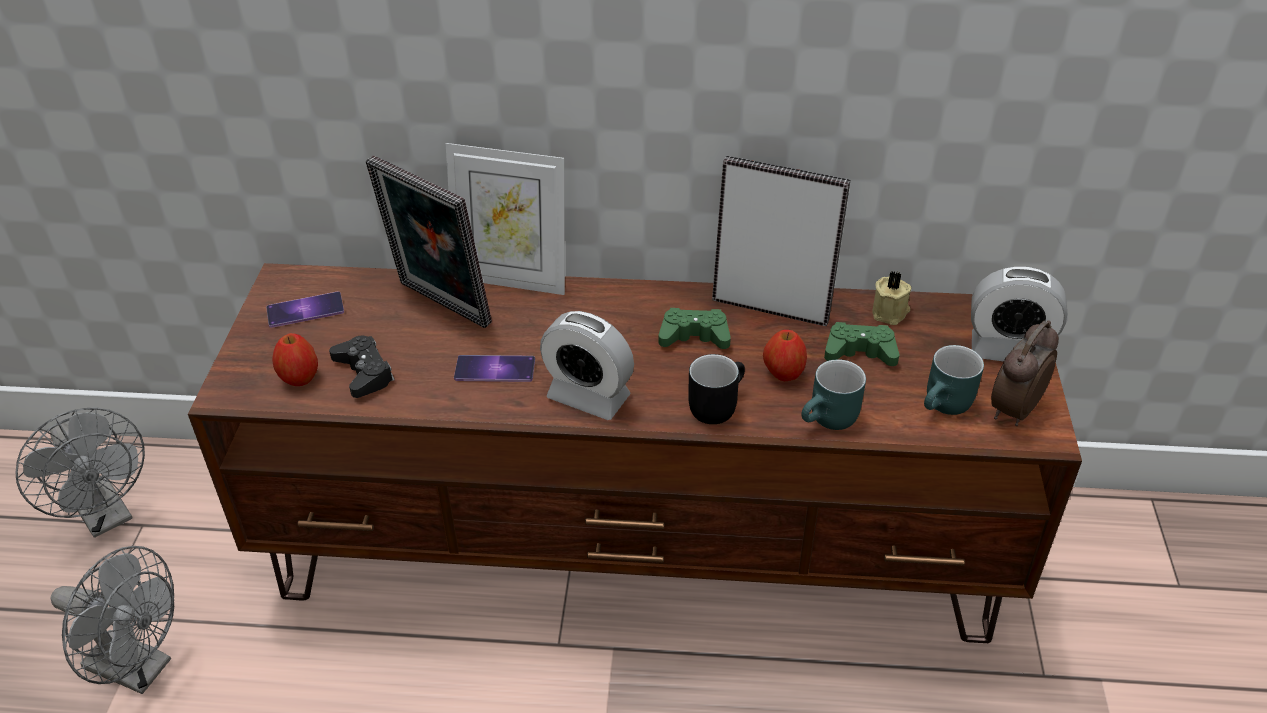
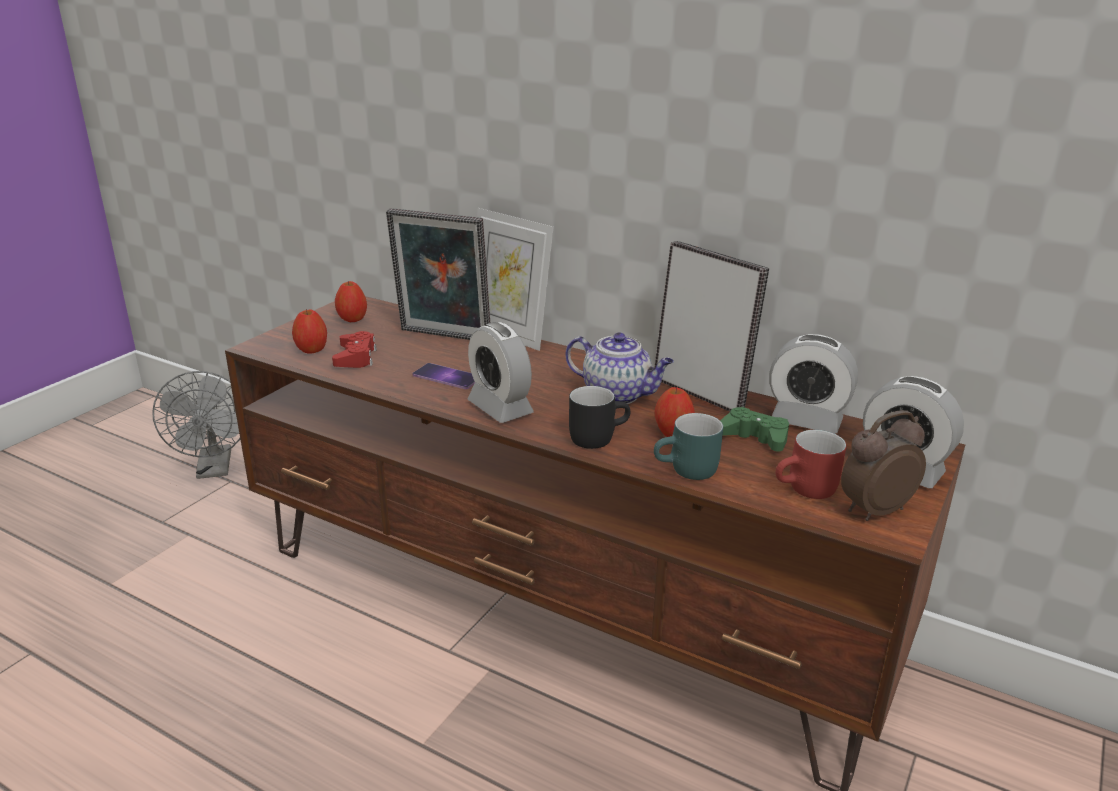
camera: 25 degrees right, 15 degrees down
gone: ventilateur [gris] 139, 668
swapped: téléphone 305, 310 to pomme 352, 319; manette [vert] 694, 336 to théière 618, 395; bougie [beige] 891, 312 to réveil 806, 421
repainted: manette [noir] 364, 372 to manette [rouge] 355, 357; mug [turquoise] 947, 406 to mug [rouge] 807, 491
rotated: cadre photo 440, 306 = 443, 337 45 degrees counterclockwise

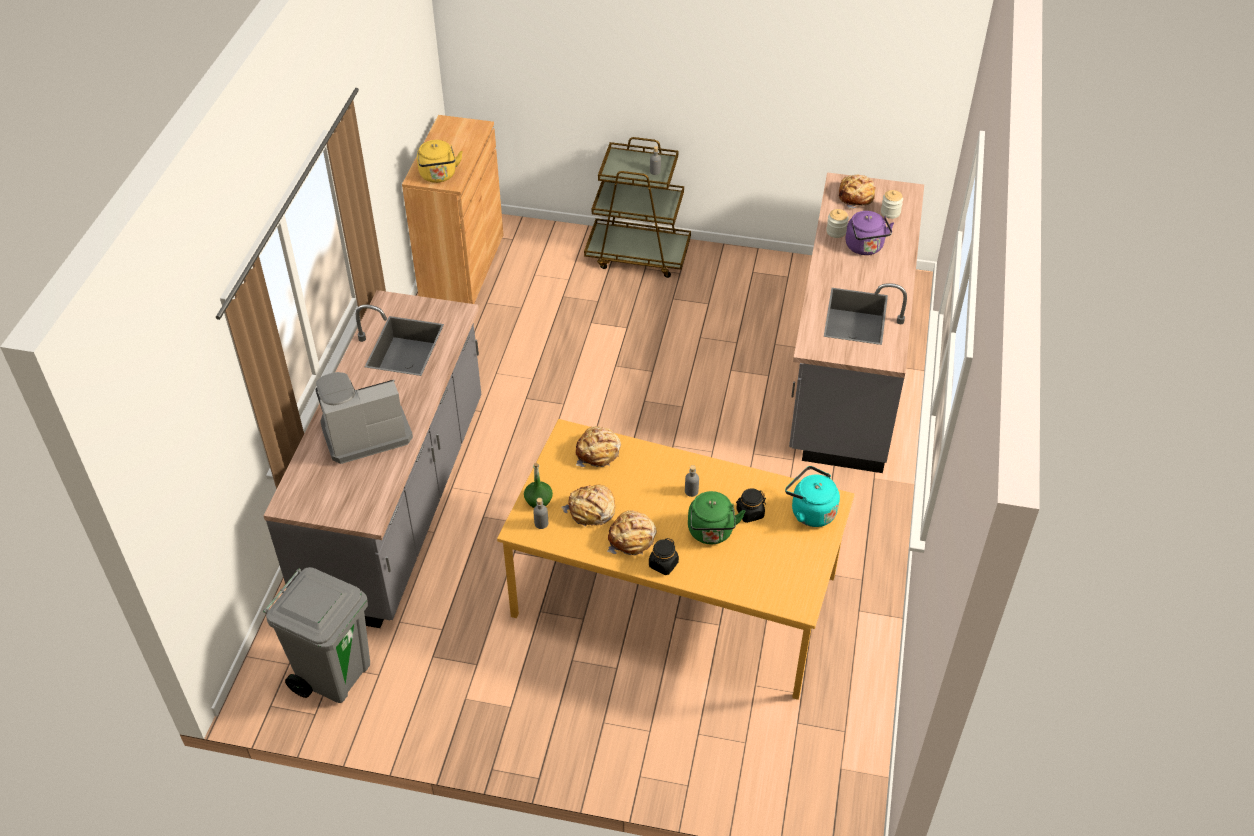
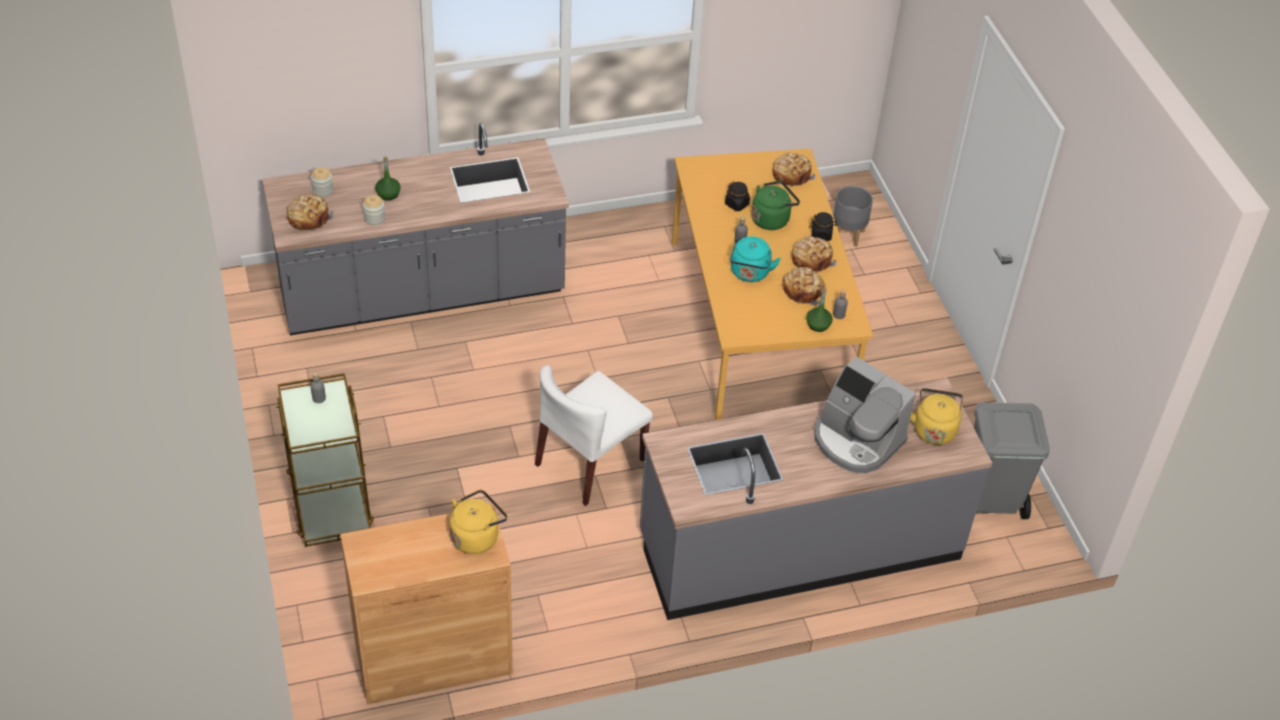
camera: 120 degrees left, 0 degrees up
new: chaise [blanc] 590, 463; cache-pot [gris] 848, 235; bouilloire [jaune] 934, 429
shifted: bouilloire [turquoise] 810, 512 to 749, 274; pain 598, 452 to 791, 174
swapped: bouilloire [violet] 865, 248 to bouteille [vert] 388, 194

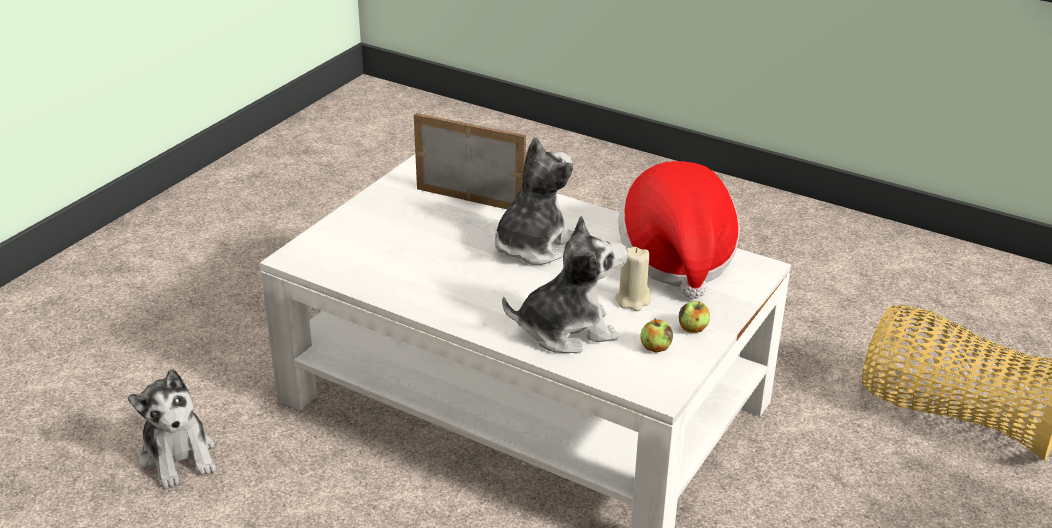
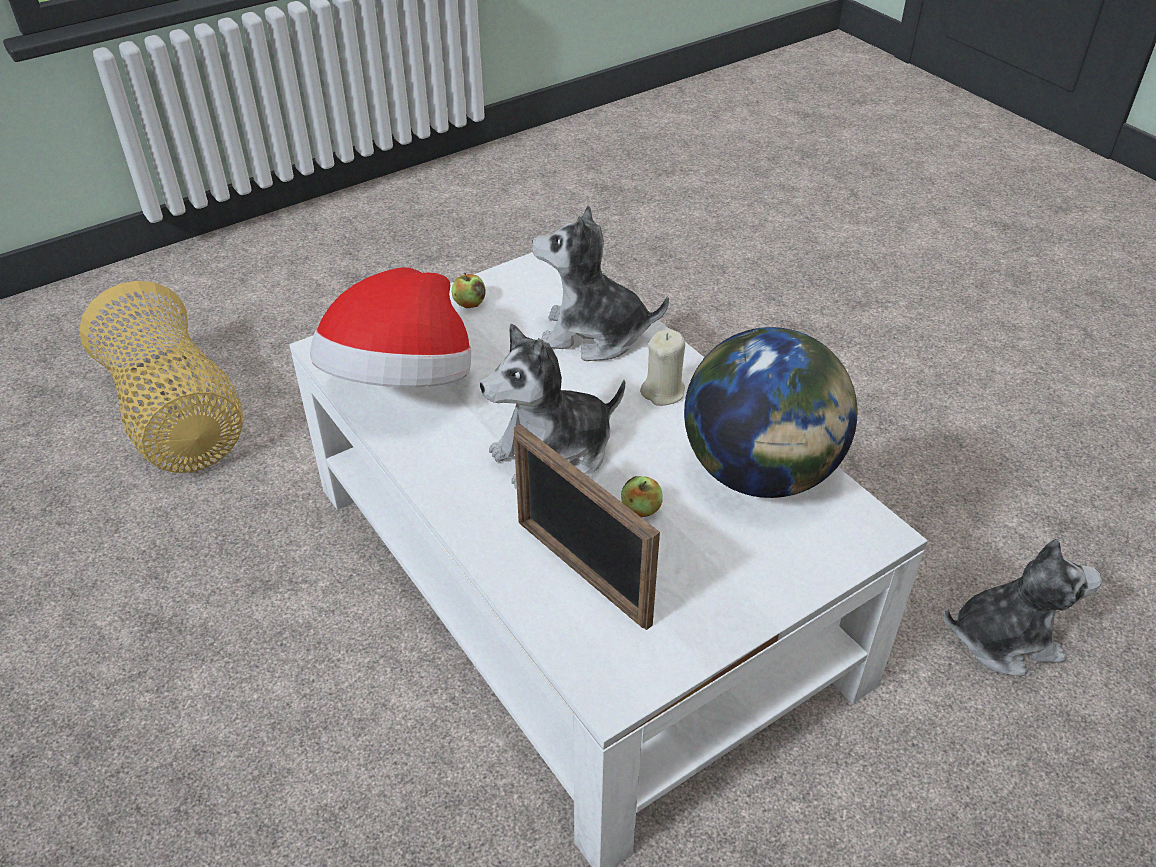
camera: 155 degrees left, 10 degrees up
new: globe 760, 473
shifted: pomme 655, 347 to 641, 509; bougie [beige] 633, 300 to 663, 392
rotated: peluche 179, 456 = 1004, 639 90 degrees clockwise

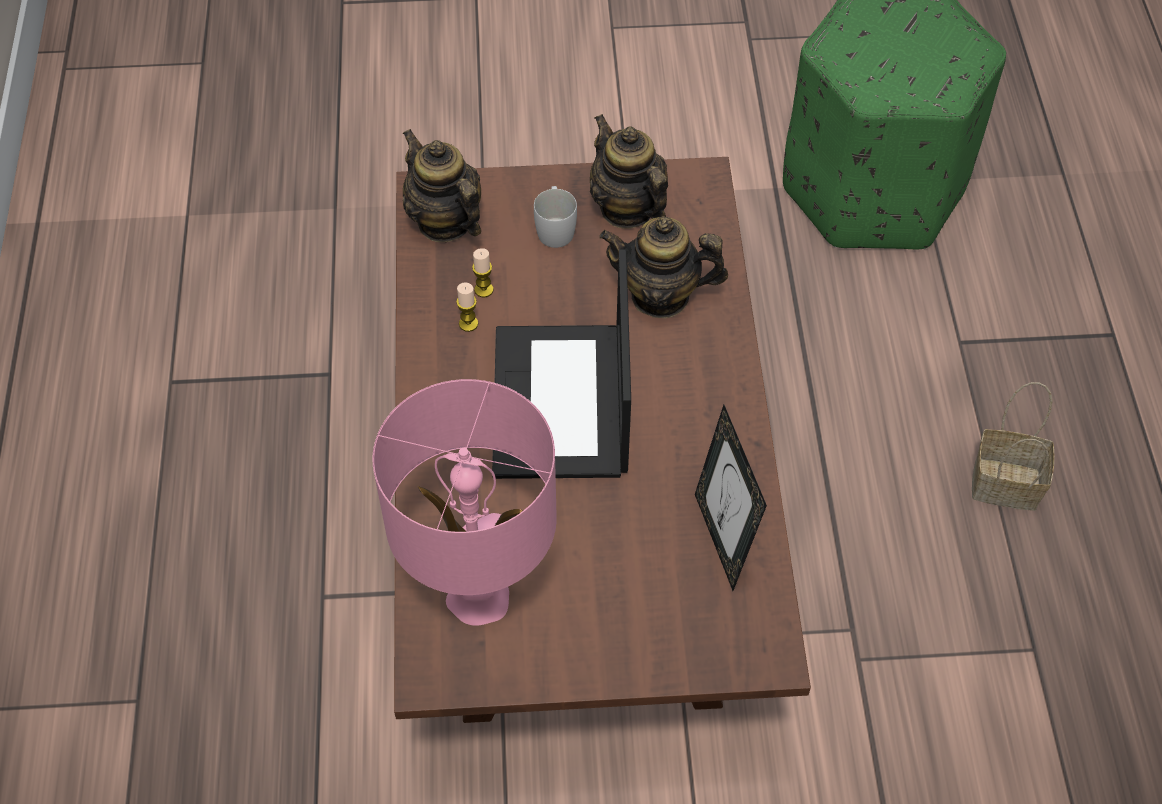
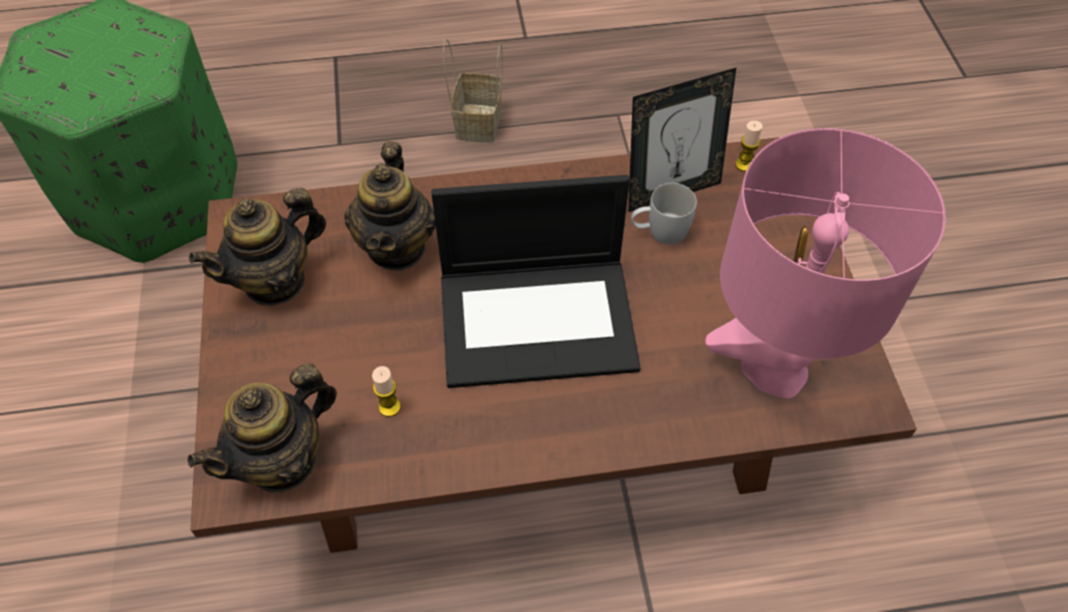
camera: 95 degrees left, 0 degrees up
shifted: mug [blanc] 555, 228 to 659, 231; bougie 468, 324 to 744, 164

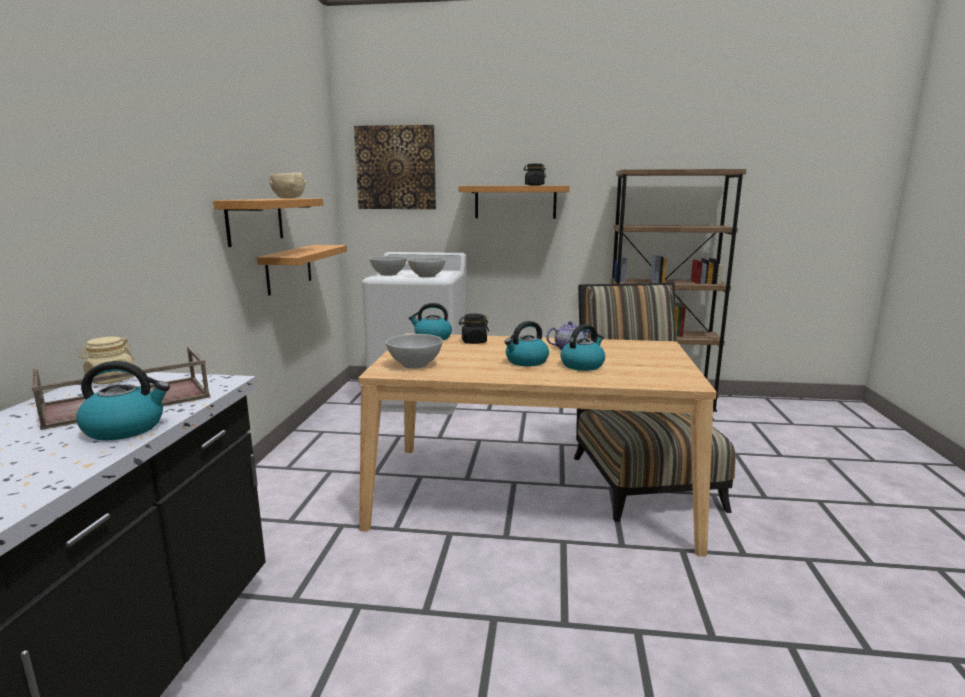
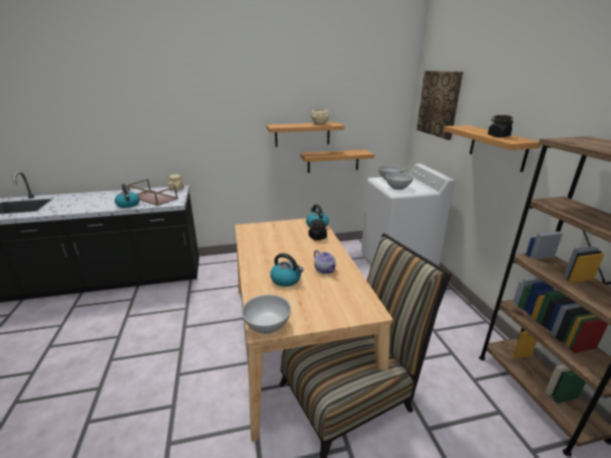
camera: 70 degrees right, 10 degrees up
gone: bouilloire 526, 361
shifted: bol [blanc] 415, 364 to 267, 326

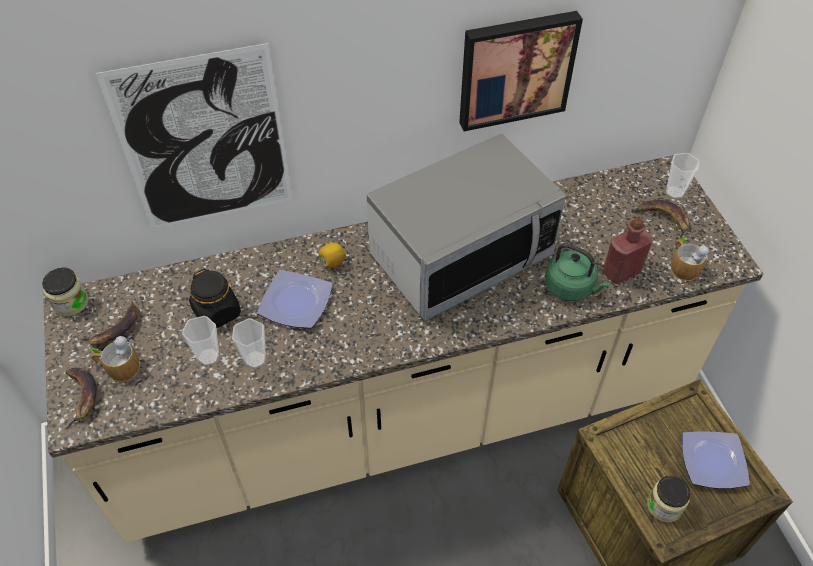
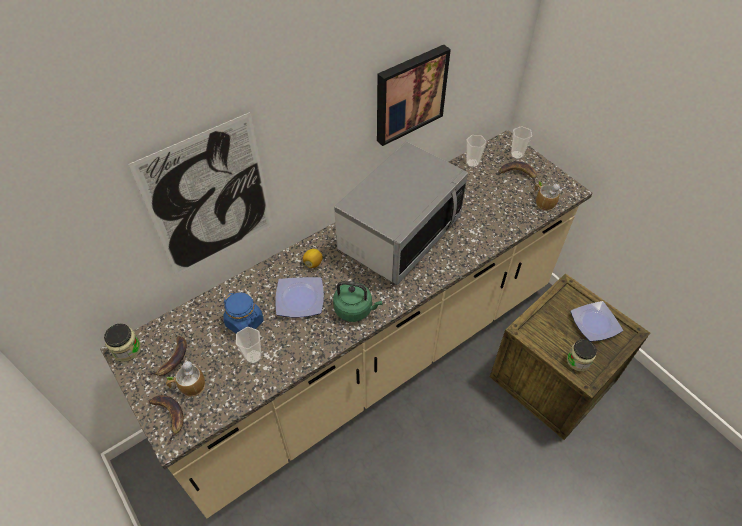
camera: 20 degrees left, 0 degrees up
gone: bouteille [rouge] 621, 272
shifted: bouilloire [vert] 571, 287 to 355, 309; tasse 255, 360 to 472, 163
repainted: bocal [noir] 217, 312 to bocal [bleu] 245, 323

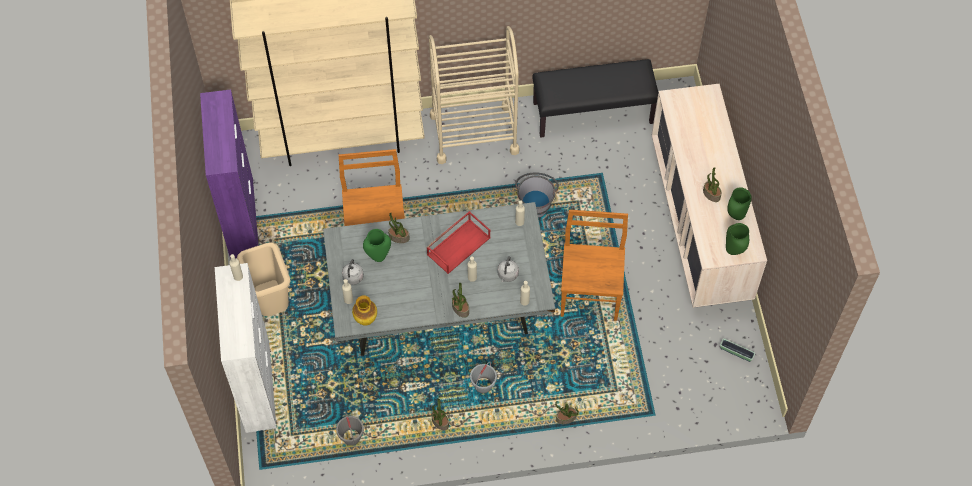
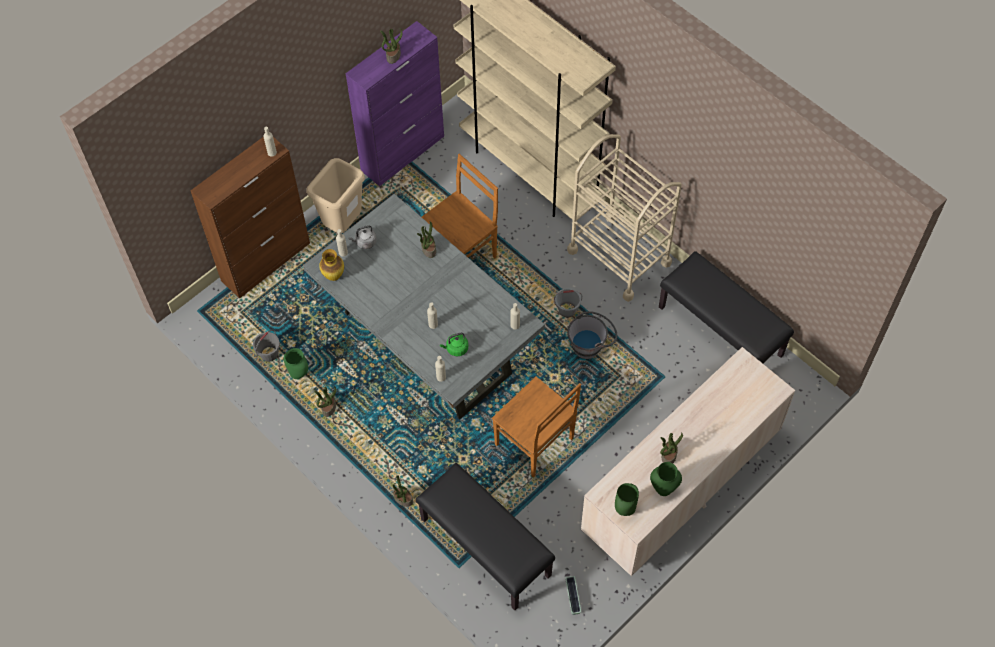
camera: 55 degrees right, 0 degrees up
gone: plateau [rouge] 458, 245
new: banc [noir] 484, 547
shifted: vase [vert] 378, 257 to 298, 374; plante en pot 460, 309 to 393, 55; seau [gris] 483, 385 to 567, 310
repainted: meuble de rangement [blanc] 257, 385 to meuble de rangement [marron] 266, 262; bouilloire [gris] 507, 275 to bouilloire [vert] 456, 349
rotated: chaise [marron] 590, 294 = 535, 443 75 degrees clockwise

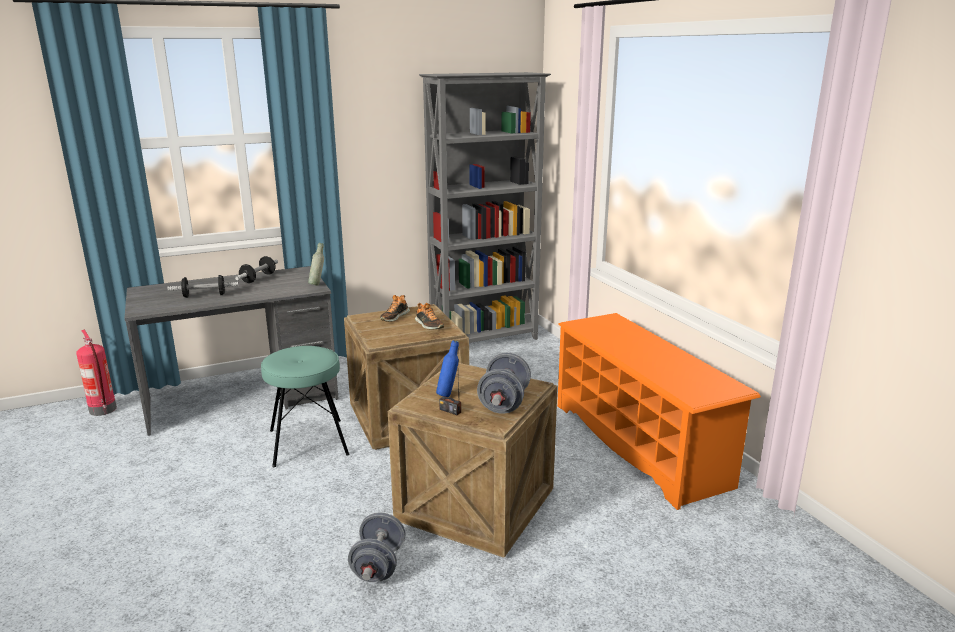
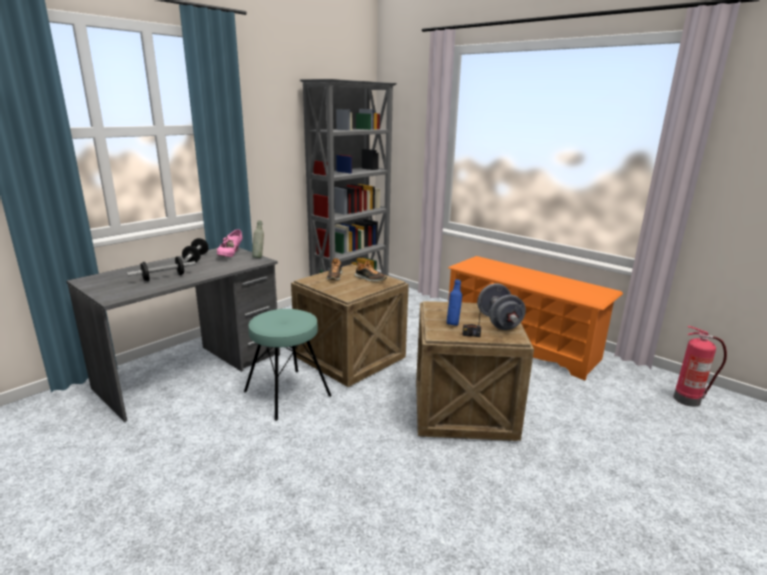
camera: 25 degrees left, 0 degrees up
gone: haltère [gris] 378, 565
new: chaussure [rose] 230, 255
shifted: extincteur 104, 410 to 688, 400

